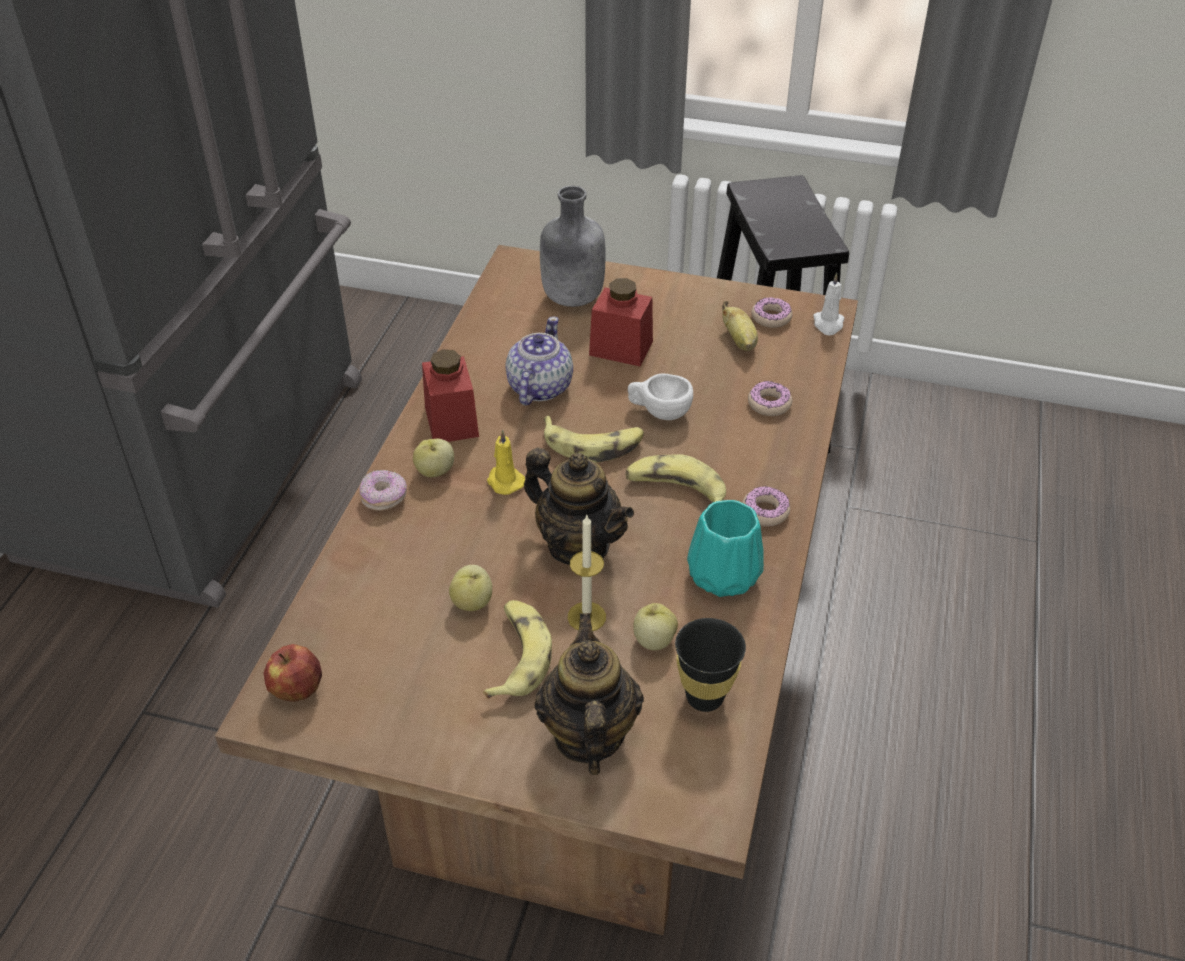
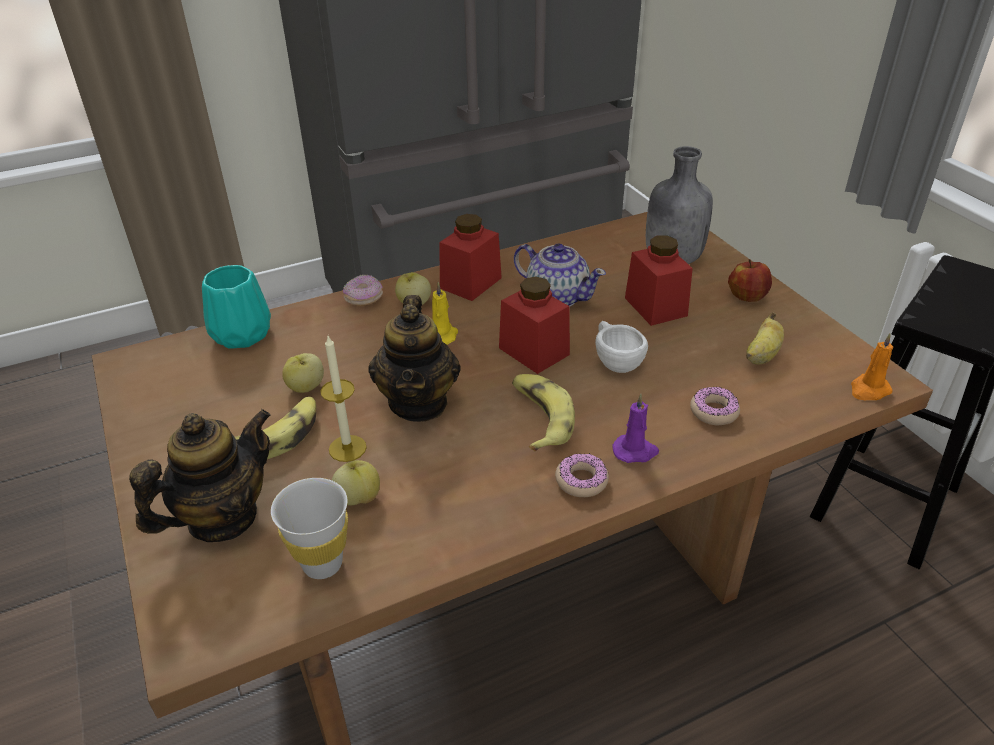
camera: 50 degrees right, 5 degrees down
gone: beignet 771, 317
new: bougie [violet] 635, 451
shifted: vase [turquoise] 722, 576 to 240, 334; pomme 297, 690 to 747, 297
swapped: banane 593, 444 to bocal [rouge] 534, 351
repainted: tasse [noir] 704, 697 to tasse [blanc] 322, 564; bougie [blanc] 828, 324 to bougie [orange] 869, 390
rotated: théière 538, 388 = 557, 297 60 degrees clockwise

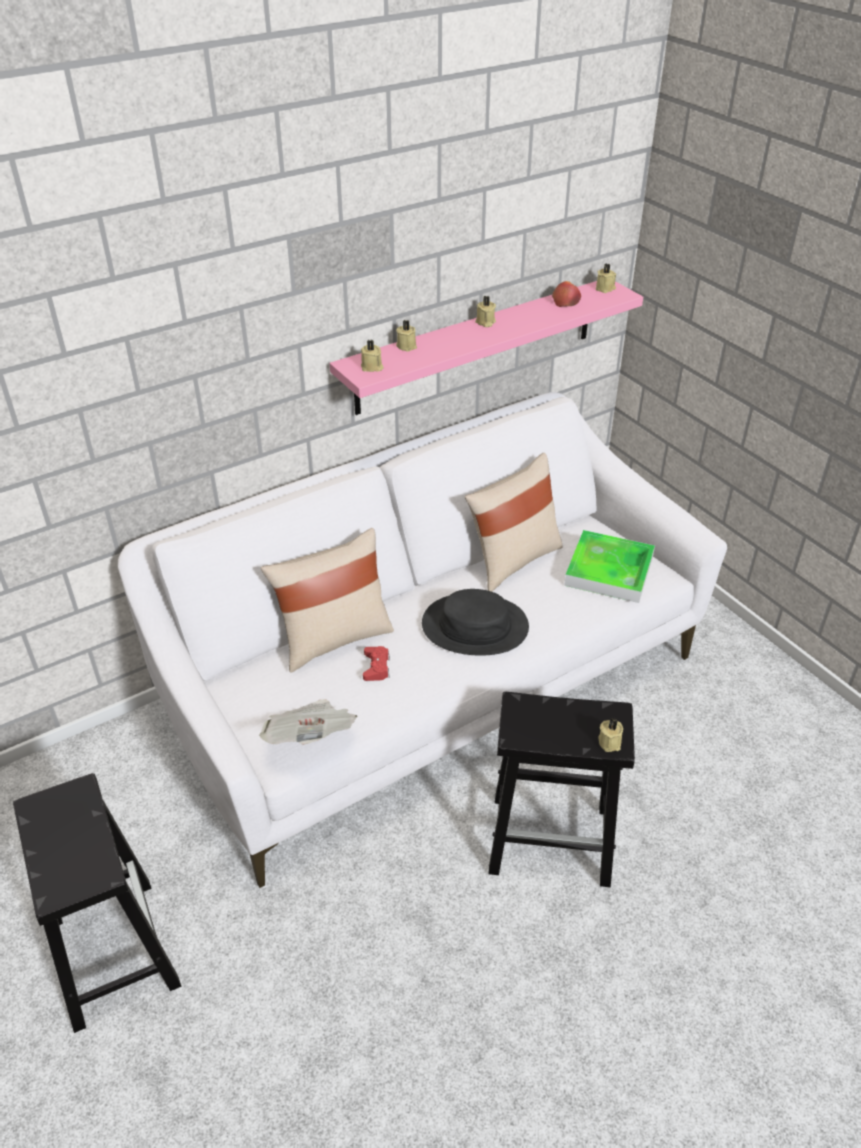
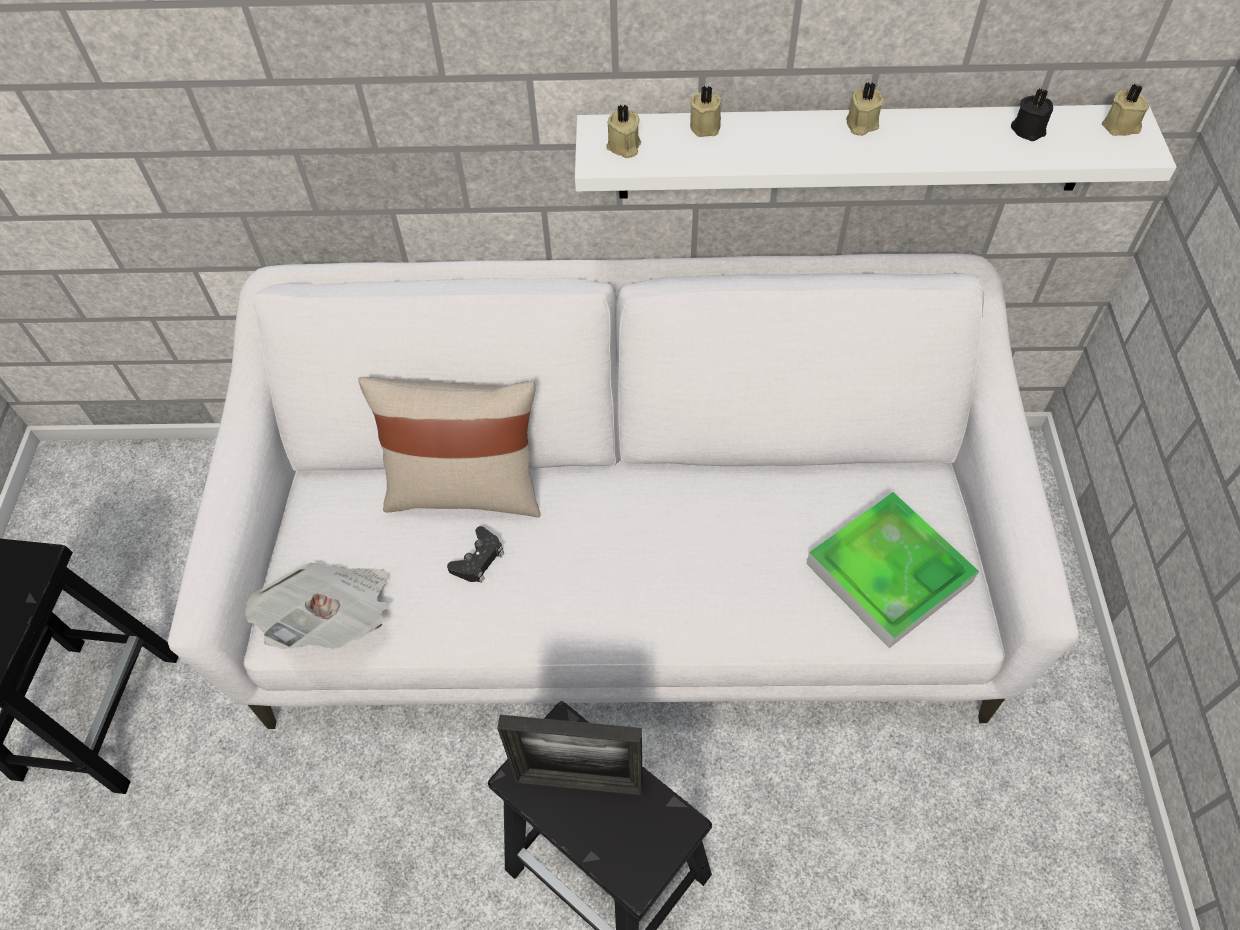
camera: 35 degrees right, 15 degrees up
gone: chapeau [noir] 475, 626; coussin [beige] 512, 560; bougie [beige] 610, 742
new: cadre photo 579, 782
swapped: pomme 565, 301 to bougie [noir] 1028, 129
repainted: manette [rouge] 376, 667 to manette [noir] 478, 559; étagère [rose] 477, 345 to étagère [blanc] 852, 152

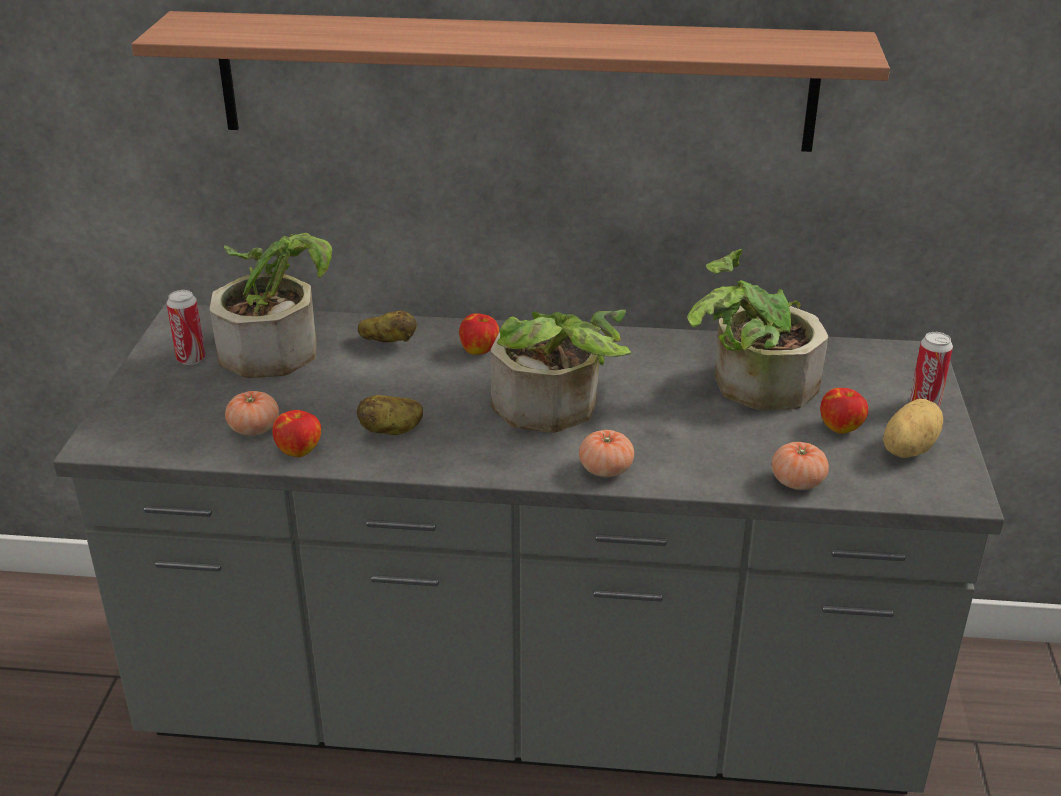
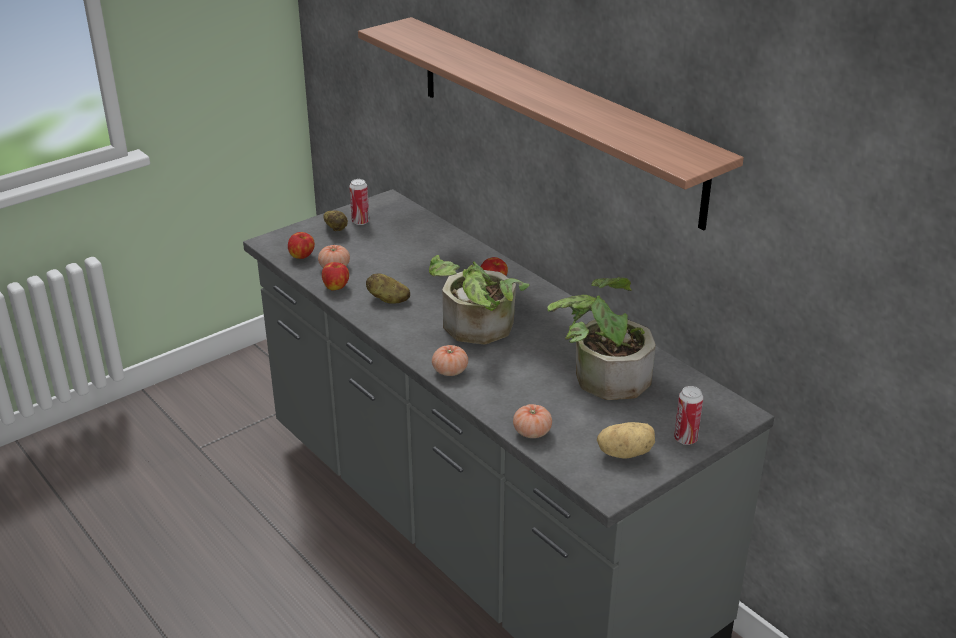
camera: 45 degrees right, 0 degrees up
gone: plante en pot 278, 345
shifted: pomme 841, 427 to 302, 256; pomme de terre 388, 342 to 336, 229

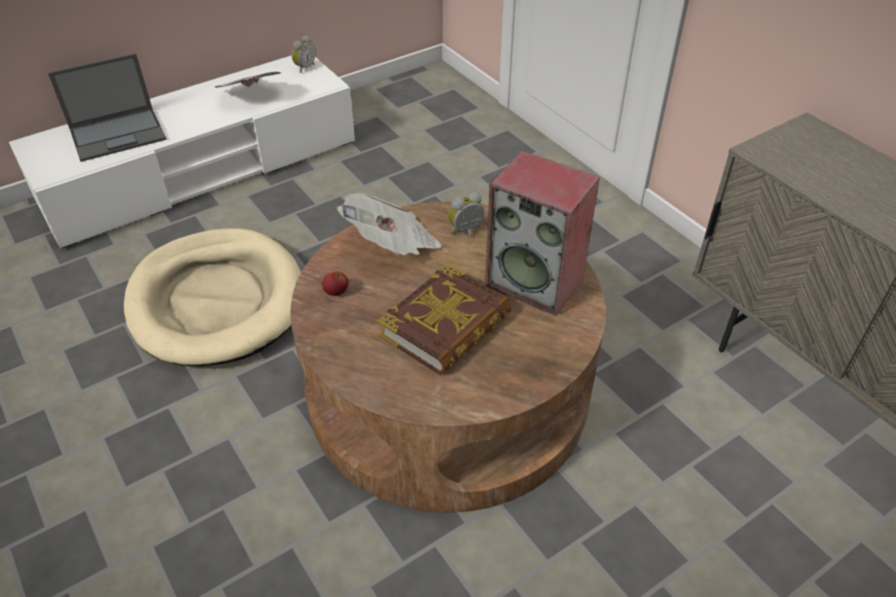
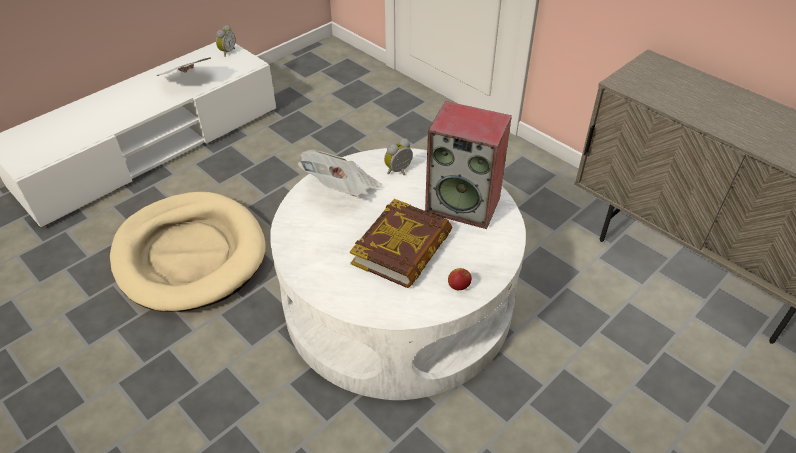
camera: 10 degrees left, 0 degrees up
gone: ordinateur portable 119, 134
shifted: pomme 336, 292 to 459, 286
repainted: table basse [marron] 447, 389 to table basse [blanc] 398, 300

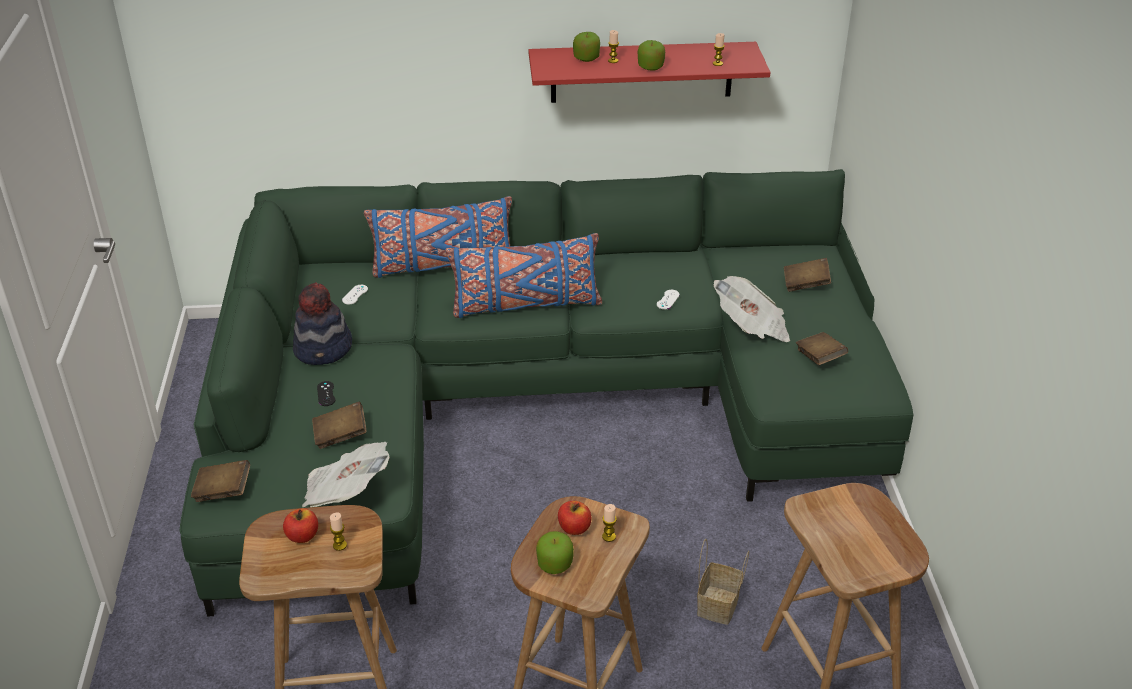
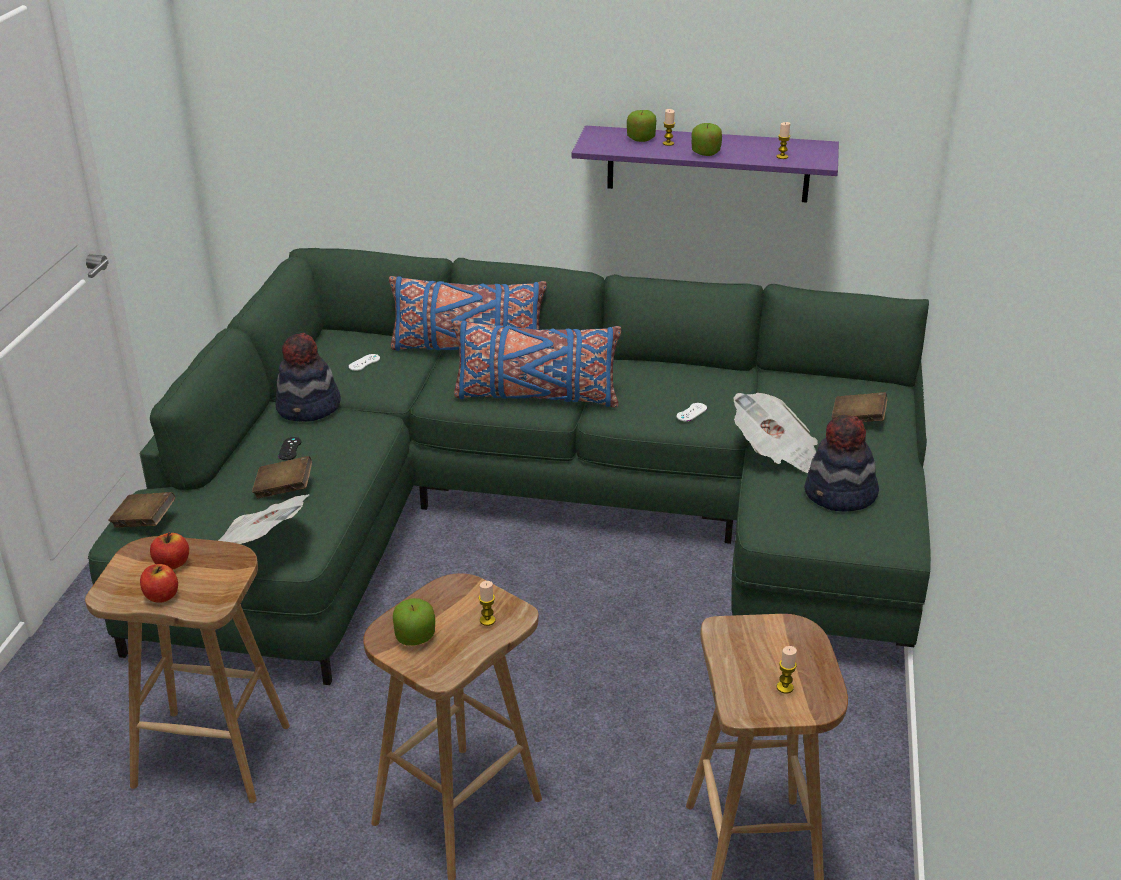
camera: 15 degrees right, 5 degrees down
gone: panier 718, 606
shifted: pomme 574, 528 to 161, 596; bougie 340, 545 to 785, 687
swapped: livre [marron] 819, 358 to chapeau 840, 495
repainted: étagère [rouge] 641, 72 to étagère [violet] 708, 164

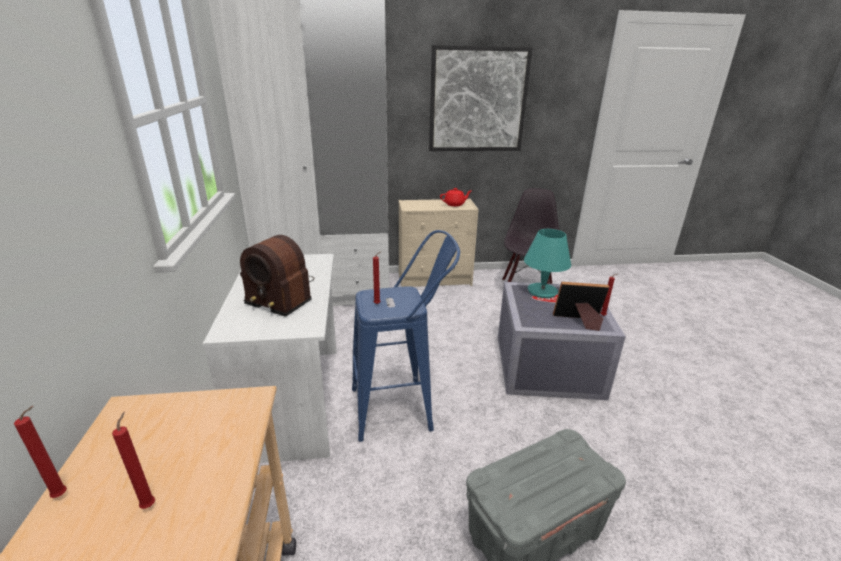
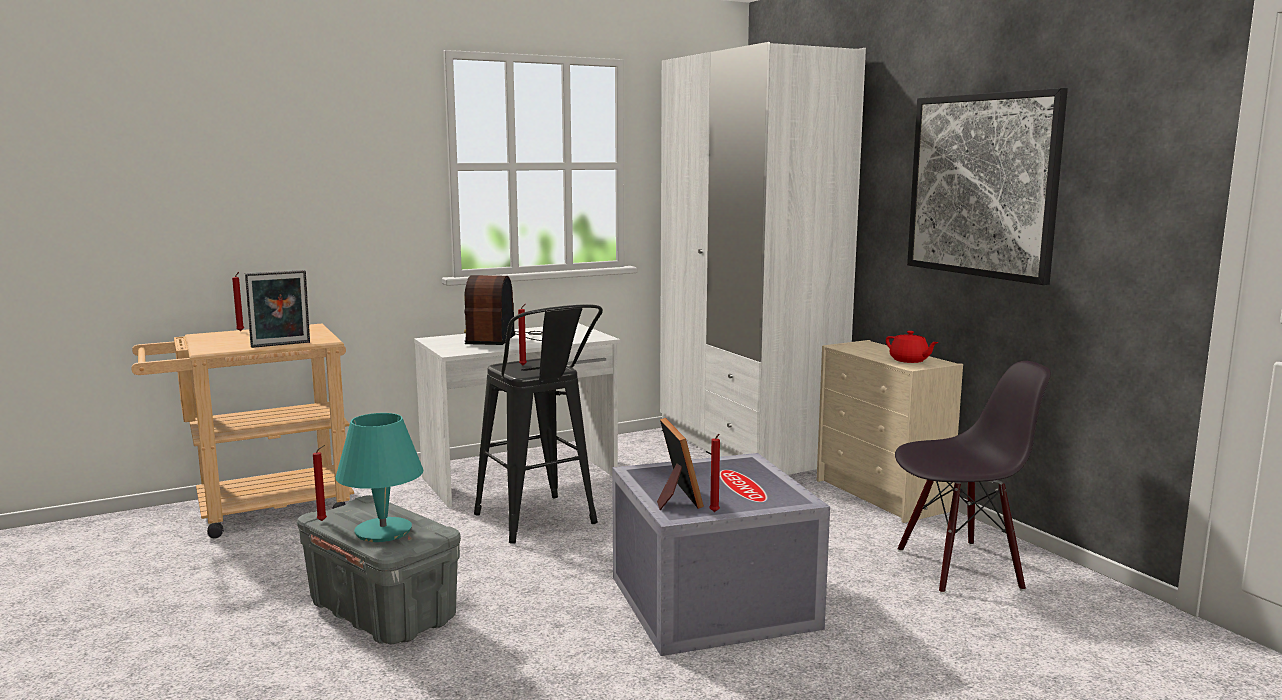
camera: 70 degrees right, 15 degrees down
new: cadre photo 281, 345
shifted: bougie [rouge] 150, 504 to 323, 521; lampe de table [turquoise] 542, 291 to 383, 531
repainted: tabouret [bleu] 401, 408 to tabouret [noir] 540, 524

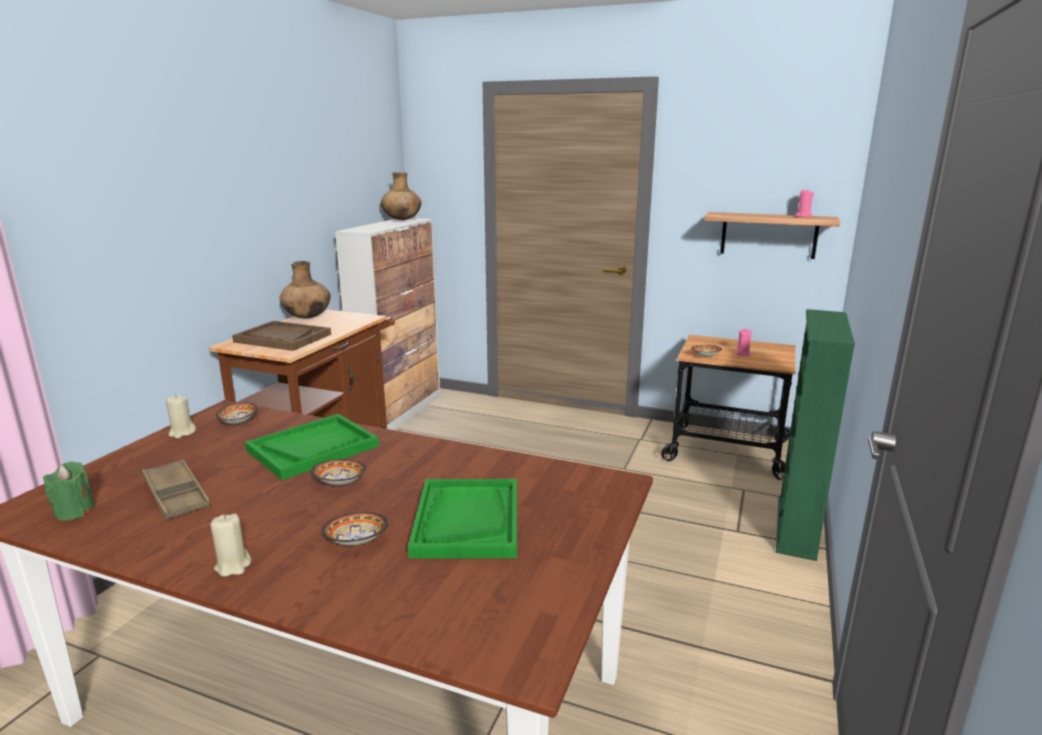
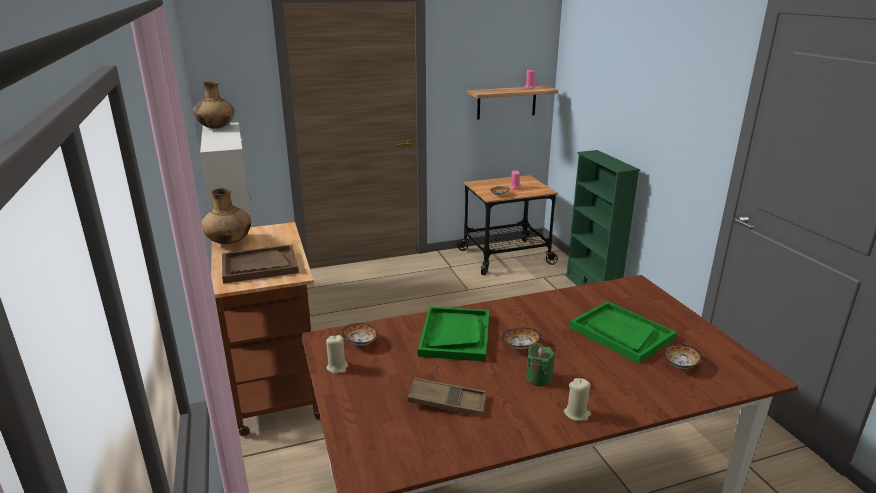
camera: 40 degrees left, 5 degrees up
shifted: bougie [vert] 74, 511 to 538, 378; bol 358, 542 to 681, 365

